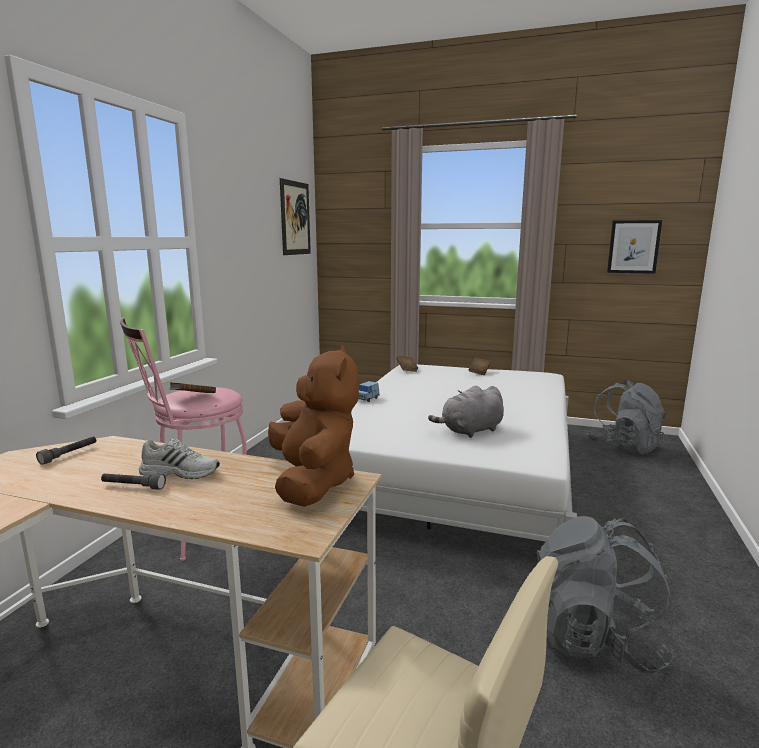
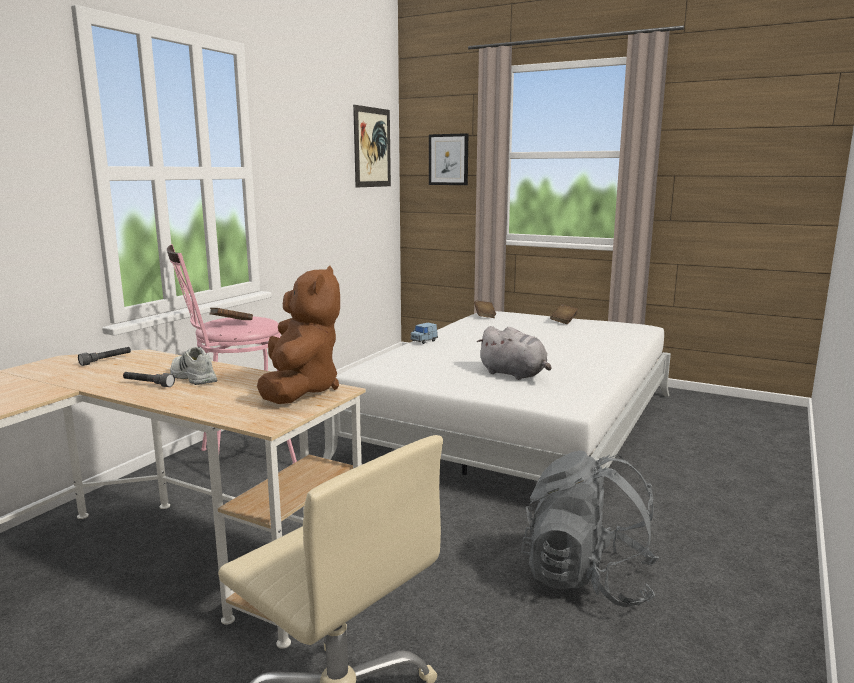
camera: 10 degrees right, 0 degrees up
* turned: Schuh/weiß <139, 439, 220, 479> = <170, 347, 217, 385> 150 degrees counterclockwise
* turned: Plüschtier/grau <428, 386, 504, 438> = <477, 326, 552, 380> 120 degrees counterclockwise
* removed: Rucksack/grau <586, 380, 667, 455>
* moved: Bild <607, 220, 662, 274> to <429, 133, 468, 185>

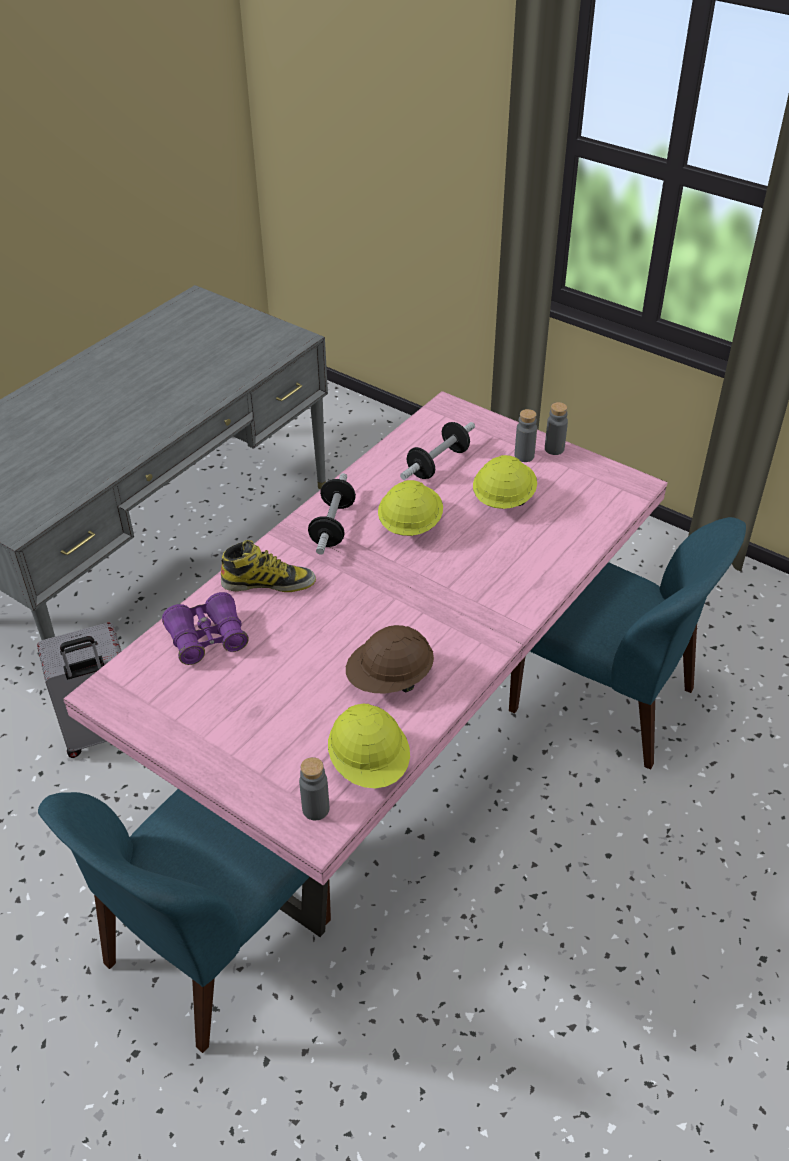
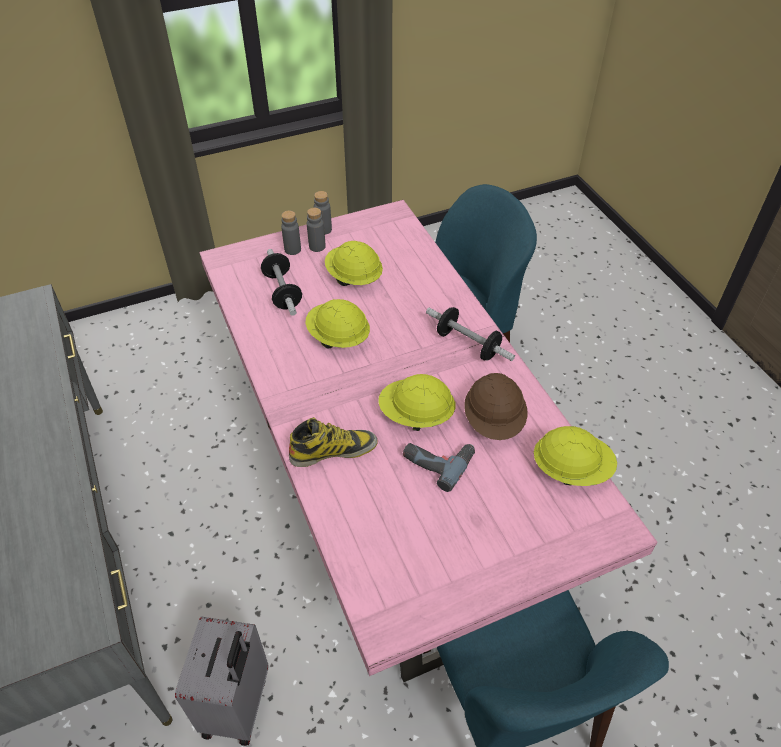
camera: 60 degrees left, 5 degrees up
* removed: Fernglas/lila <162, 592, 248, 665>
* turned: Stiefel <221, 540, 316, 592> = <289, 417, 378, 467> 45 degrees clockwise
* moved: Flasche/grau <299, 757, 329, 820> to <281, 210, 301, 255>
* moved: Hantel <308, 473, 356, 555> to <426, 307, 515, 361>
* added: Schutzhelm/gelb <378, 374, 456, 431>
* added: Bohrmaschine <403, 443, 475, 492>

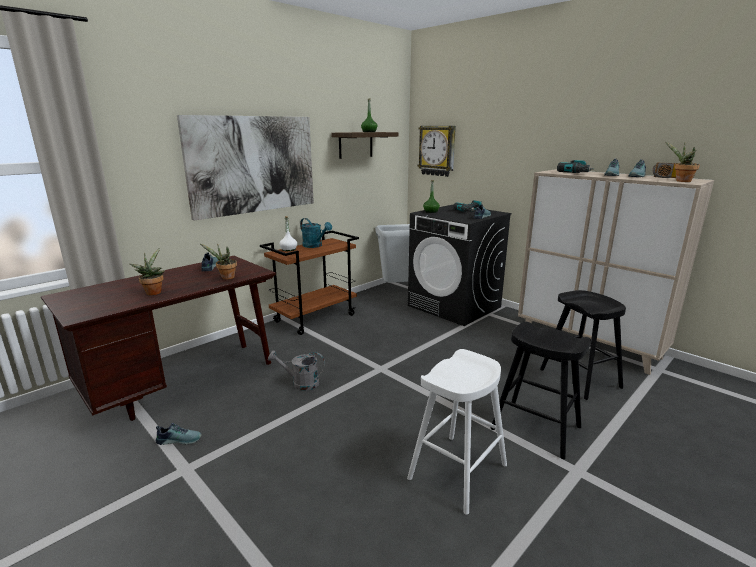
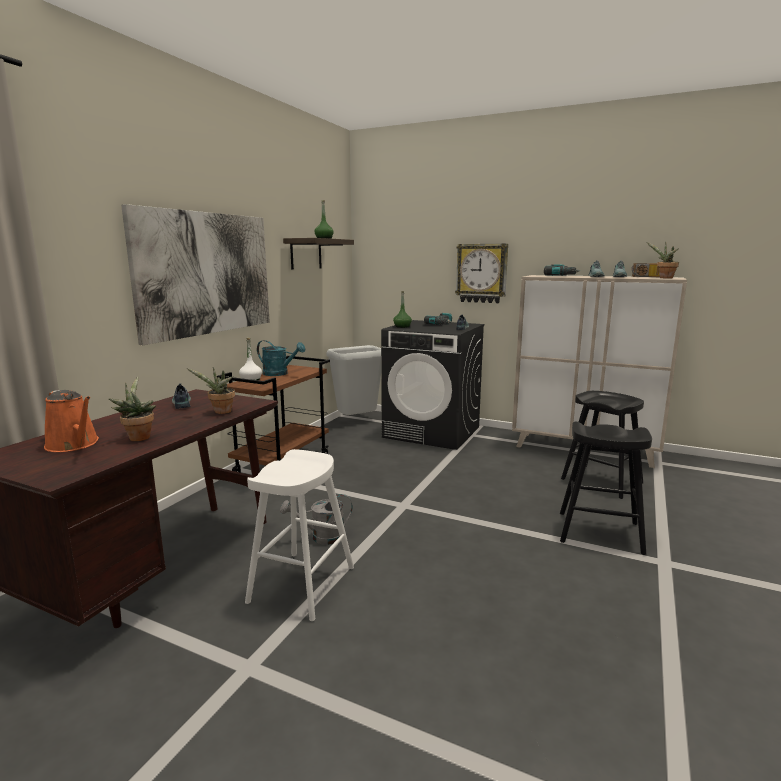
camera: 20 degrees left, 5 degrees down
* removed: Schuh <156, 423, 202, 445>
* moved: Hocker/weiß <407, 349, 507, 515> to <245, 449, 354, 621>
* moved: Wanduhr <417, 126, 456, 177> to <455, 244, 508, 303>
* added: Gießkanne/orange <44, 390, 99, 452>

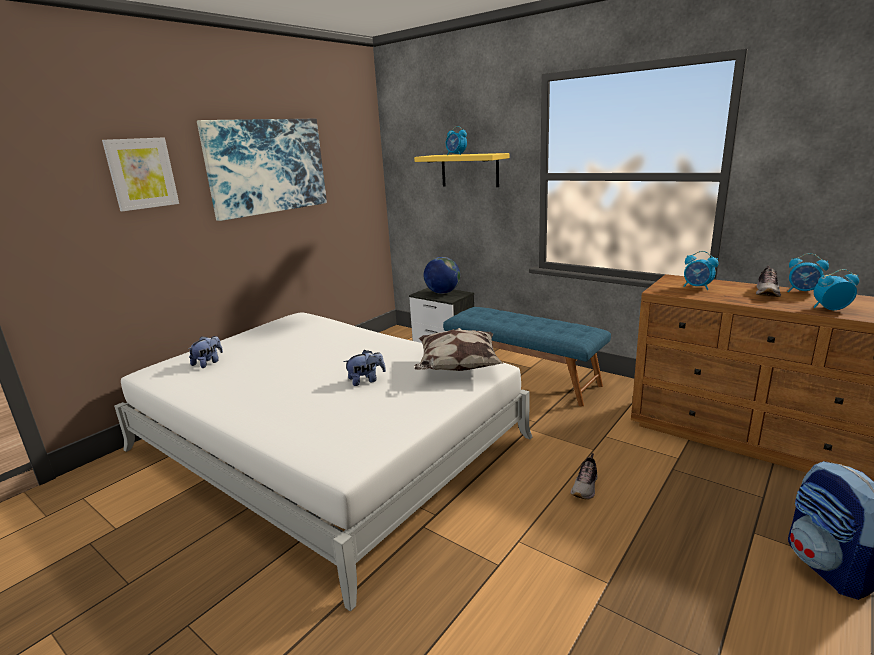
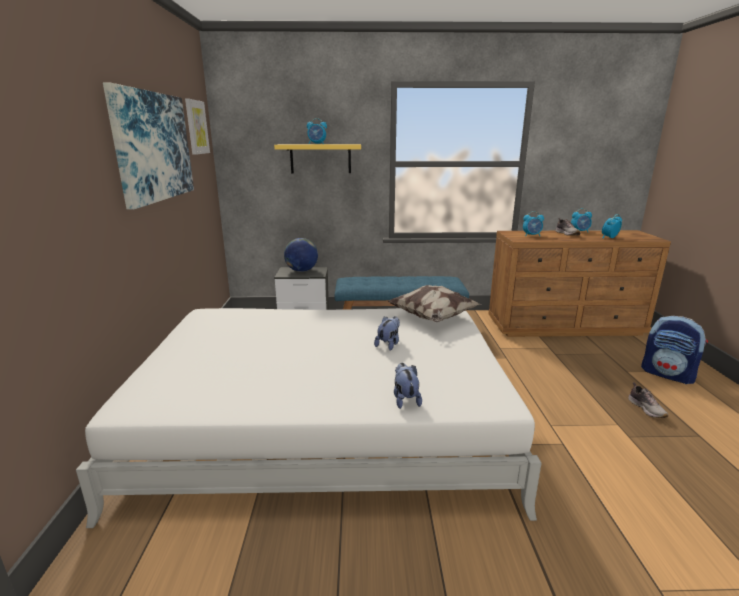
camera: 40 degrees left, 0 degrees up
* moved: Bild <102, 137, 179, 211> to <185, 98, 210, 155>
* moved: Plüschtier <188, 336, 223, 368> to <394, 363, 422, 409>
* moved: Schuh <571, 453, 598, 499> to <628, 382, 668, 418>

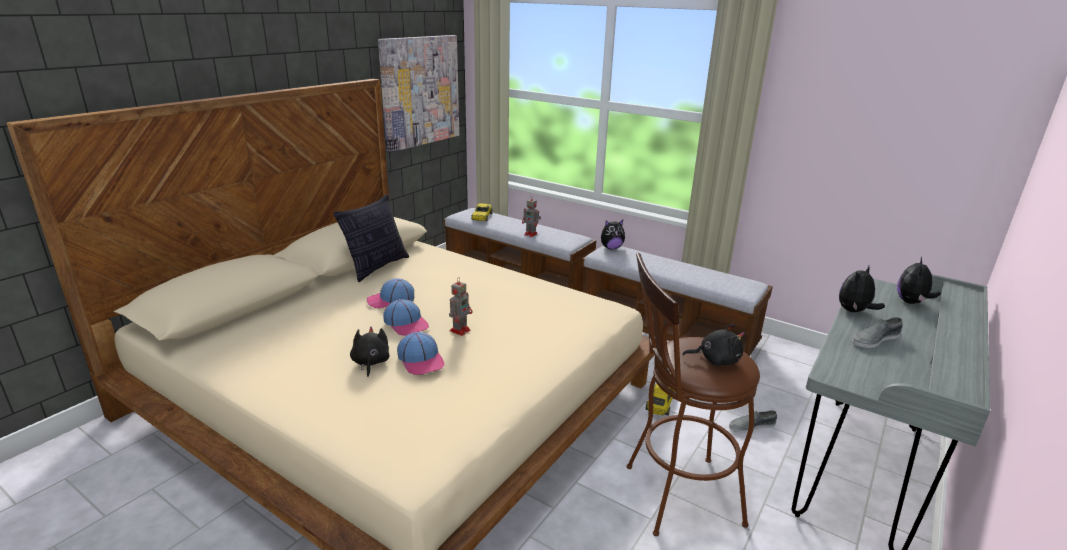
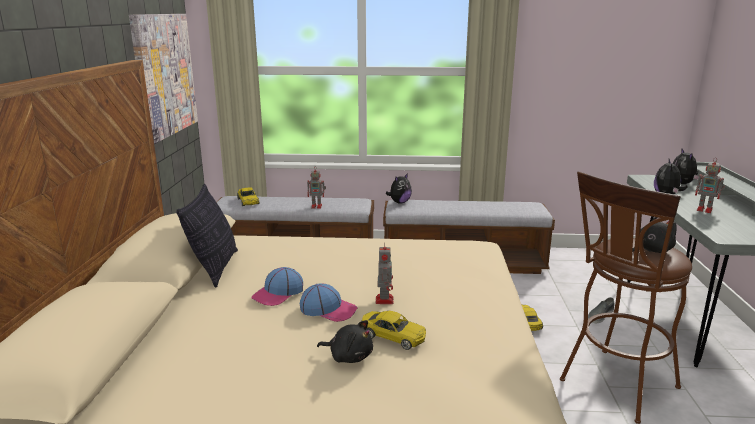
camera: 30 degrees left, 5 degrees down
* turned: Plüschtier/schwarz <350, 327, 390, 377> = <317, 320, 373, 363> 150 degrees clockwise
* replaced: Kappe <397, 332, 444, 375> to Spielzeugauto/gelb <362, 311, 426, 350>
* replaced: Schuh/grau <852, 317, 902, 348> to Spielzeugroboter <695, 158, 725, 213>

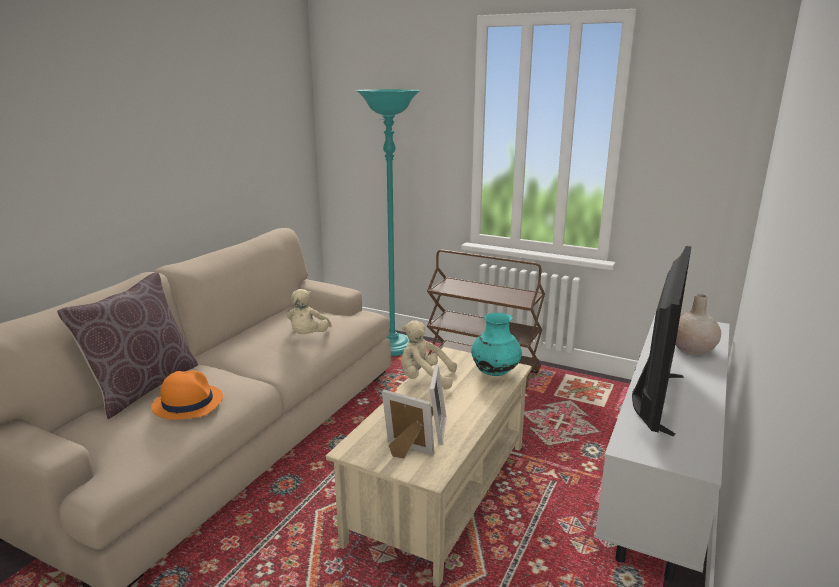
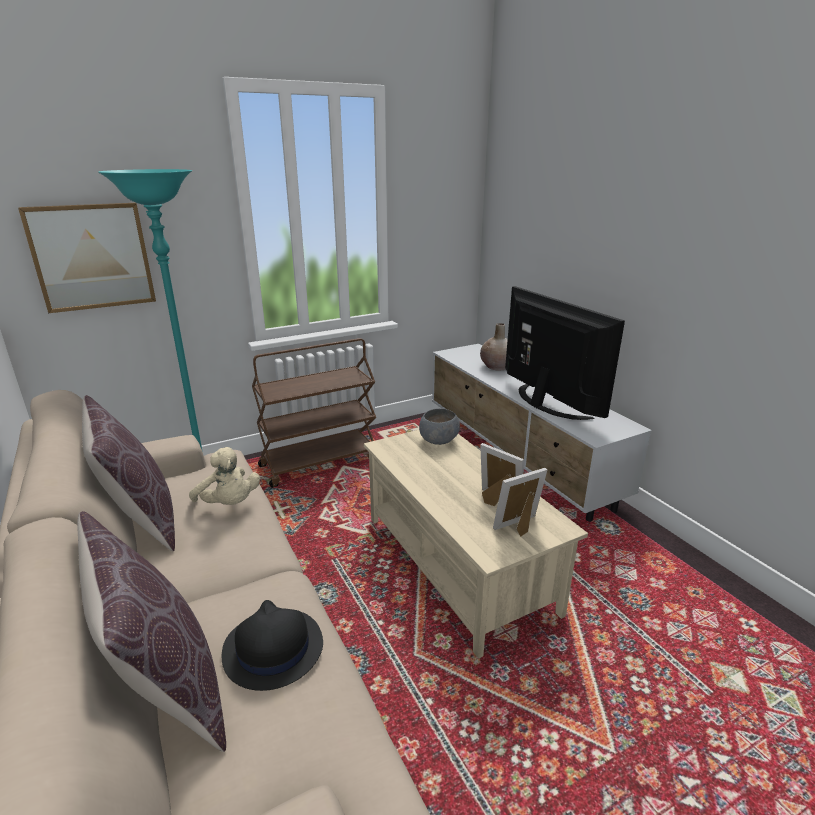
camera: 55 degrees left, 5 degrees up
* recoloured: Hut/orange <151, 370, 223, 420> to Hut/schwarz <222, 600, 323, 691>
* removed: Plüschtier/beige <401, 320, 457, 389>
* replaced: Vase/türkis <471, 313, 522, 376> to Schüssel/grau <419, 408, 460, 445>
* added: Bild <18, 203, 156, 313>
* added: Kissen/braun <82, 395, 175, 551>

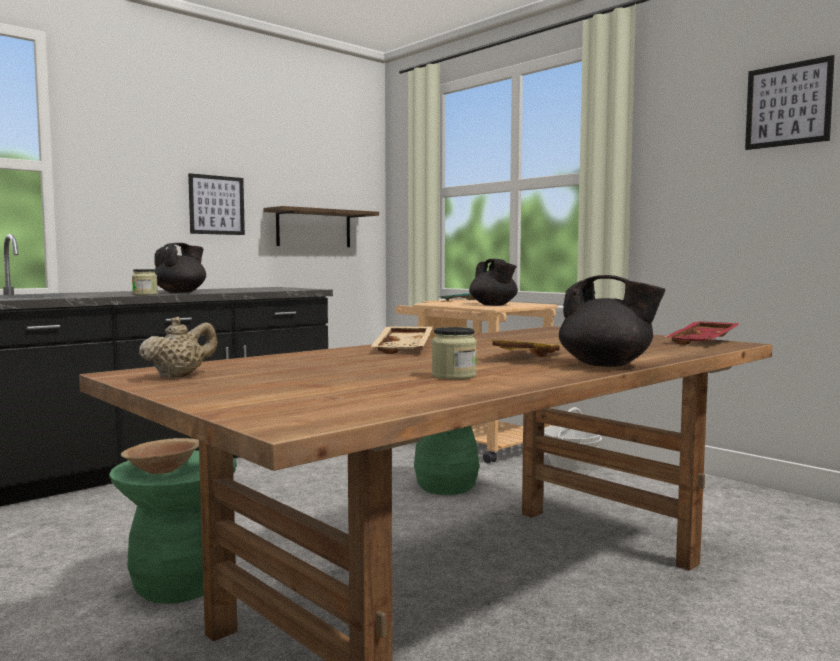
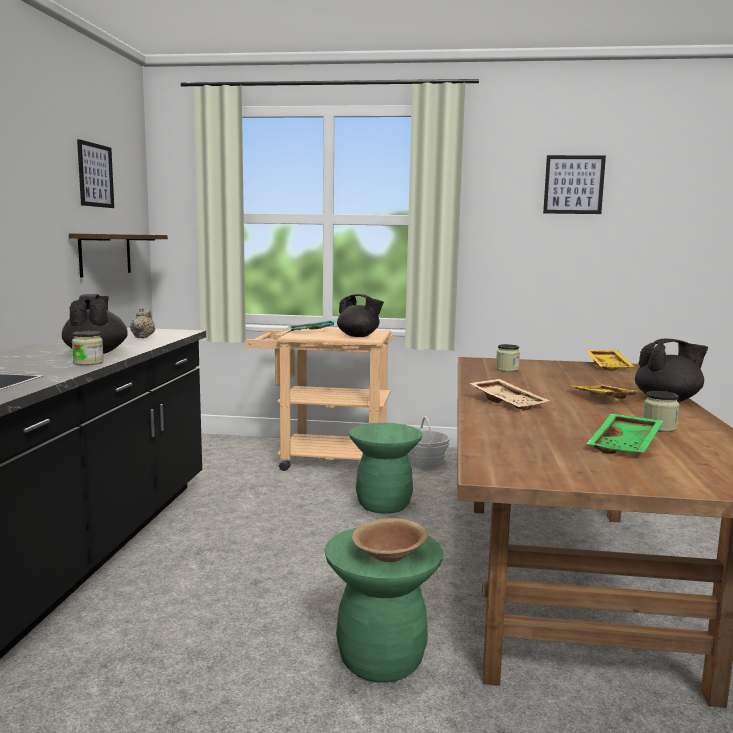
camera: 40 degrees left, 5 degrees up
* moved: Teekanne/beige <139, 317, 218, 378> to <130, 307, 155, 338>
* moved: Bild <188, 173, 245, 235> to <77, 139, 114, 208>
* recoloured: Tablett/rot <665, 321, 741, 345> to Tablett/gelb <586, 350, 634, 371>
* added: Vorratsglas <496, 344, 520, 372>
* added: Tablett/grün <587, 414, 663, 454>

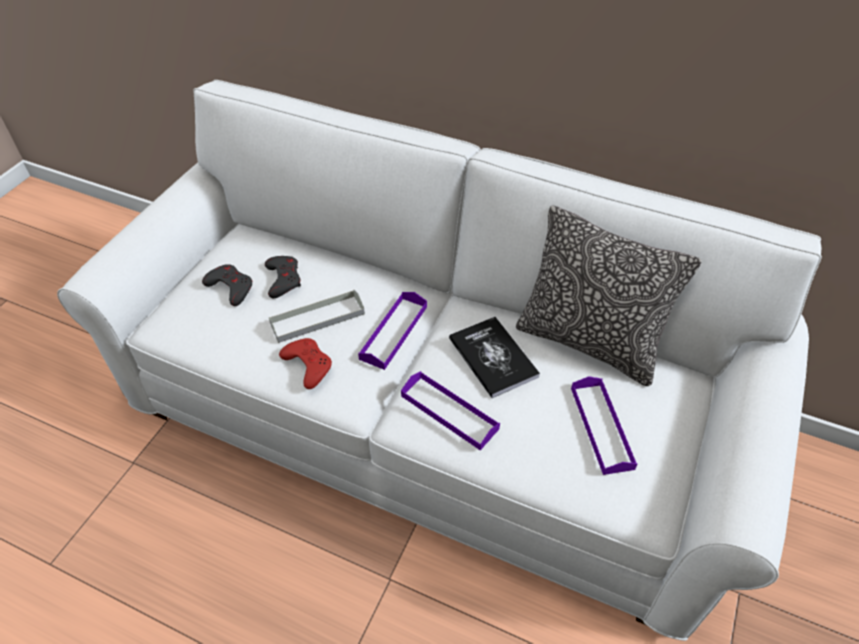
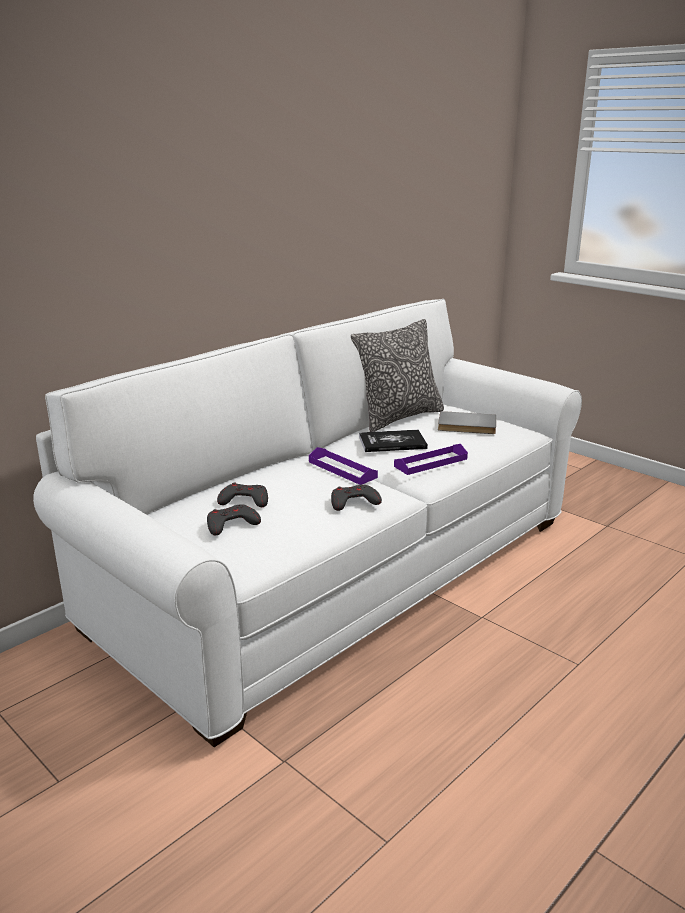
camera: 70 degrees left, 25 degrees down
* removed: Tablett/grau <269, 290, 365, 343>
* recoloured: Gamepad/rot <279, 338, 332, 389> to Gamepad/grau <331, 485, 382, 511>
* replaced: Tablett/lila <571, 376, 637, 475> to Buch/grau <438, 411, 496, 434>

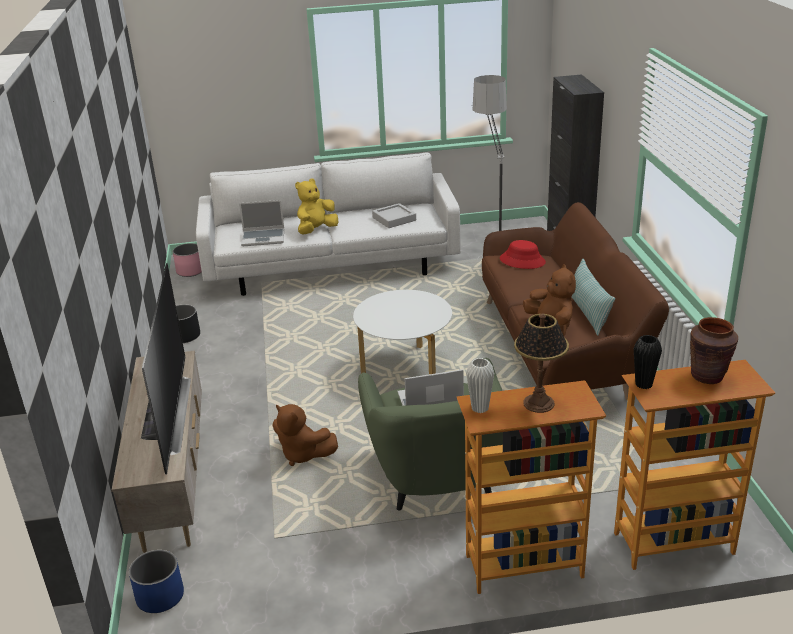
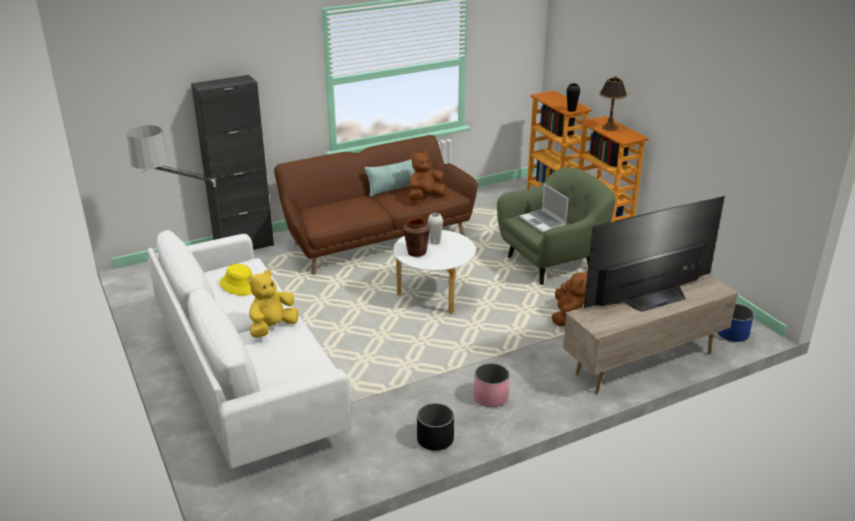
camera: 110 degrees left, 0 degrees up
* moved: Pflanzkübel/rosa <173, 243, 202, 277> to <474, 363, 509, 407>
* removed: Laptop <239, 200, 284, 246>
* turned: Plüschtier/gelb <295, 179, 338, 235> = <247, 270, 298, 338> 105 degrees clockwise
* replaced: Tablett/grau <372, 203, 416, 228> to Hut/gelb <220, 264, 253, 295>
* moved: Vase/weiß <466, 358, 494, 413> to <428, 213, 443, 245>
* removed: Hut/rot <500, 240, 546, 269>
* moved: Vase/braun <690, 317, 738, 384> to <403, 217, 430, 257>

